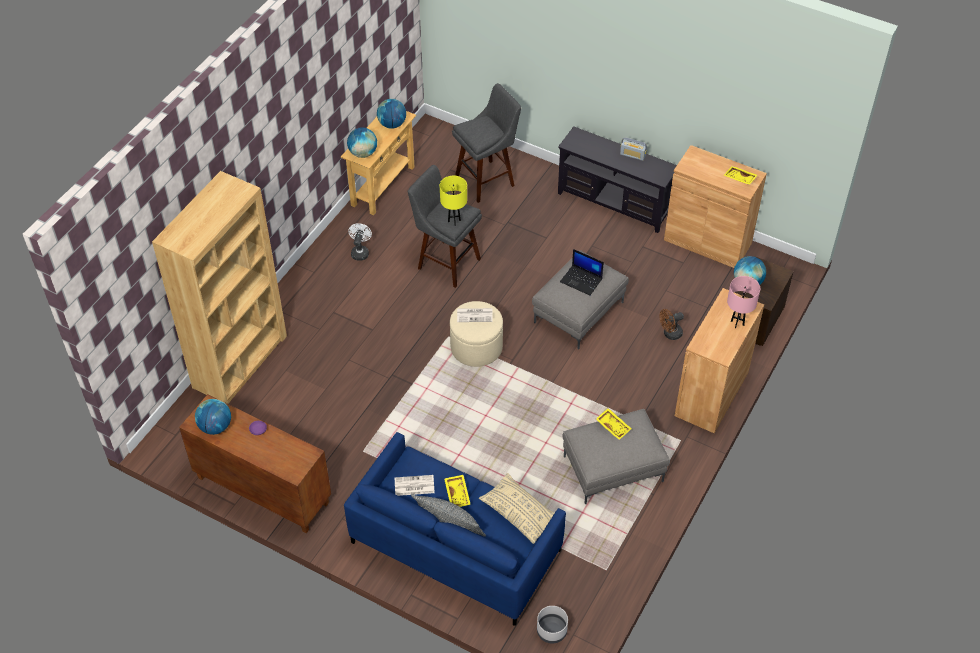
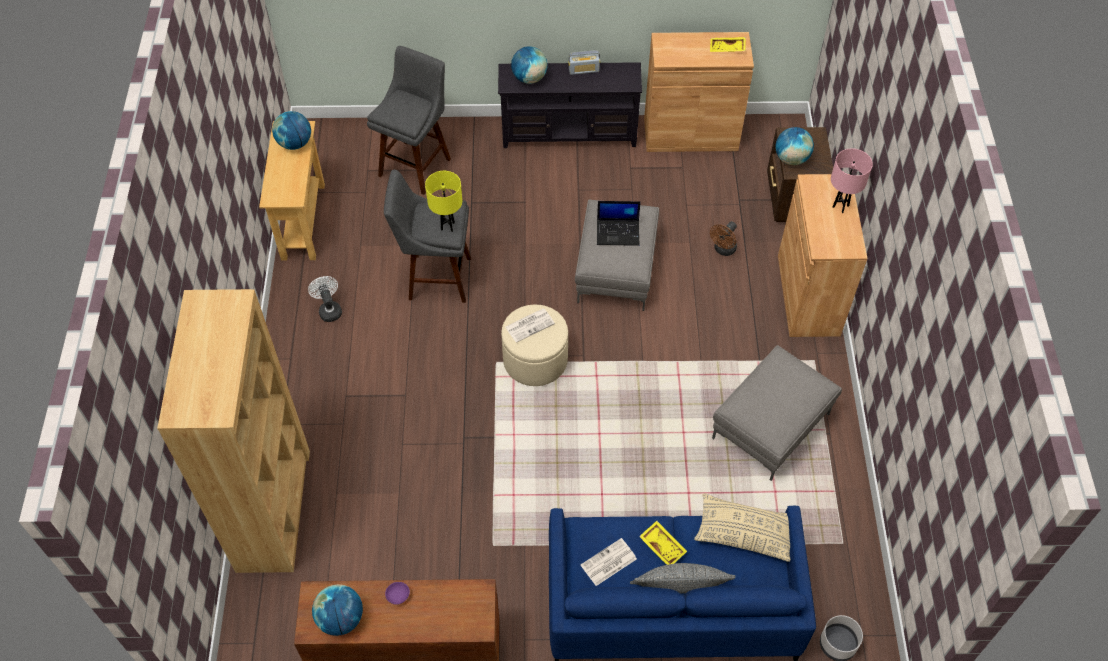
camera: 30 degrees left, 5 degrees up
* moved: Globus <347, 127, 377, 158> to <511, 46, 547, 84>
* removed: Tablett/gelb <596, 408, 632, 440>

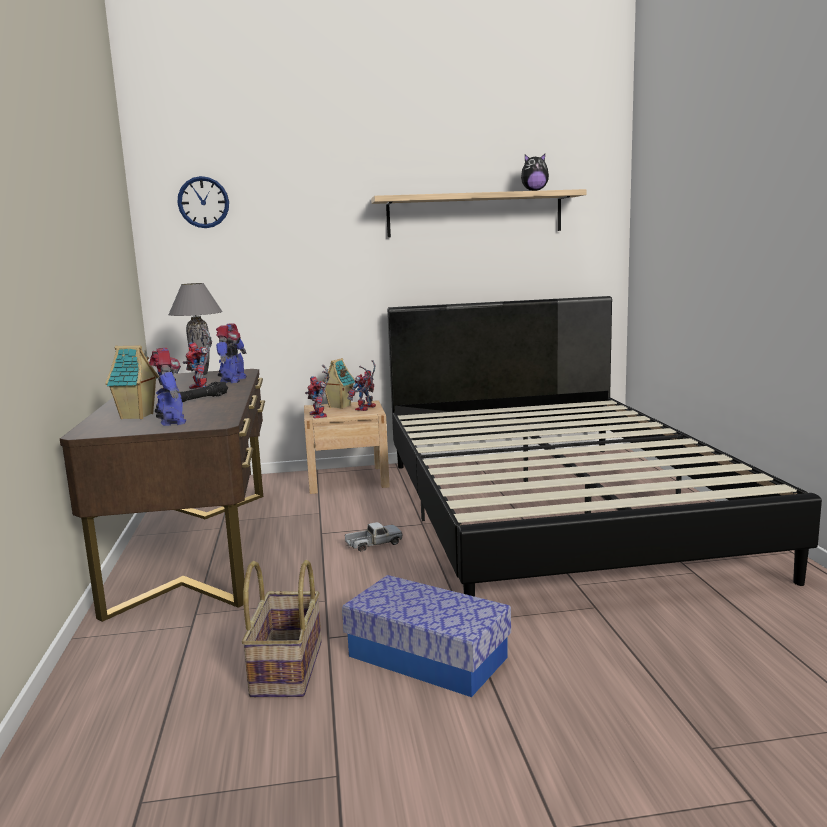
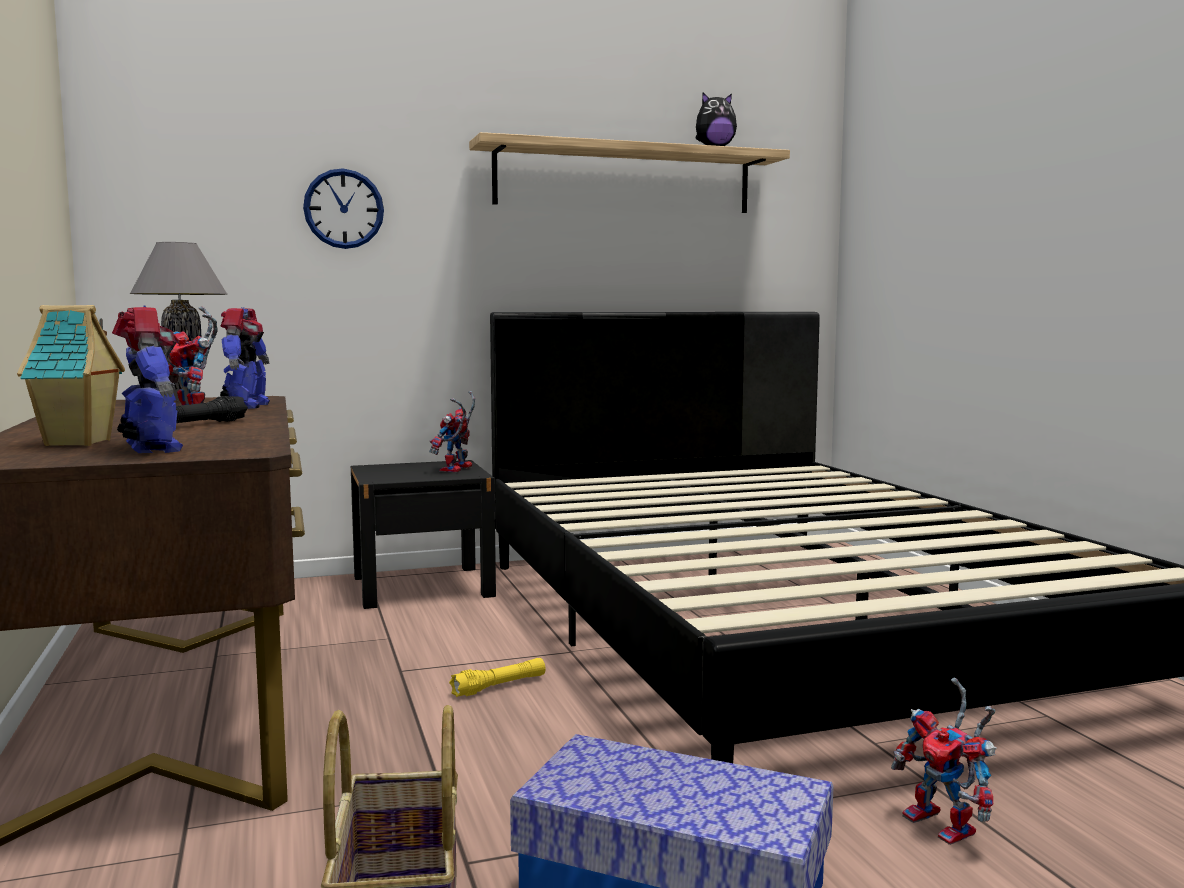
camera: 10 degrees left, 5 degrees down
* moved: Wanduhr <178, 176, 229, 228> to <303, 168, 384, 249>
* recoloured: Nachttisch/beige <304, 400, 390, 494> to Nachttisch/schwarz <351, 460, 496, 609>
* moved: Spielzeugroboter <305, 365, 329, 419> to <891, 677, 997, 845>
* removed: Spielzeughaus <322, 358, 355, 409>
* replaced: Spielzeuglaster <345, 522, 403, 551> to Taschenlampe/gelb <449, 658, 545, 697>

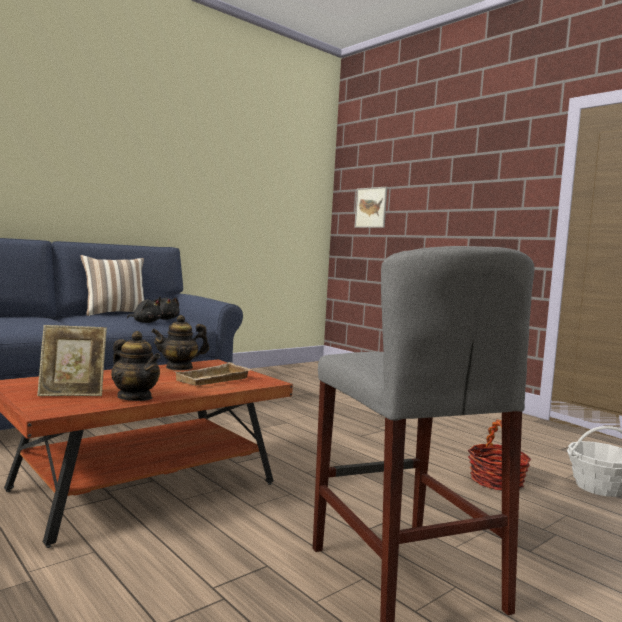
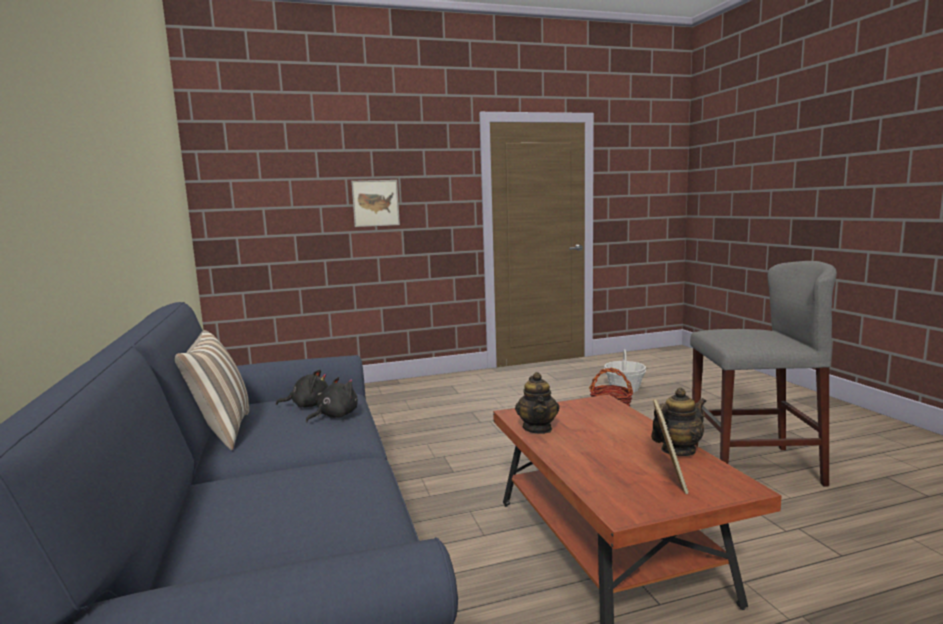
camera: 65 degrees left, 5 degrees up
* removed: Tablett/beige <174, 362, 253, 386>
* moved: Bild <354, 187, 387, 228> to <351, 180, 400, 227>

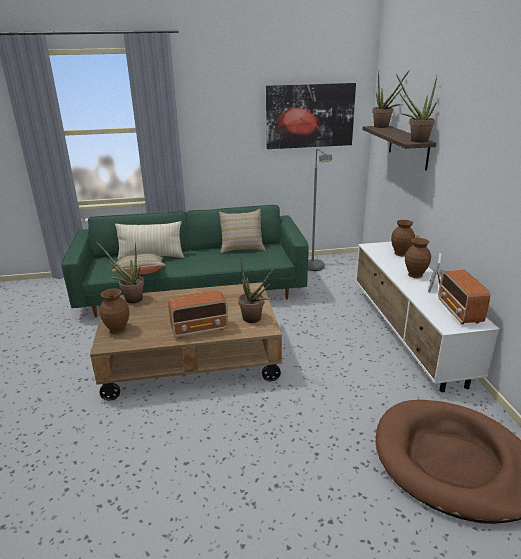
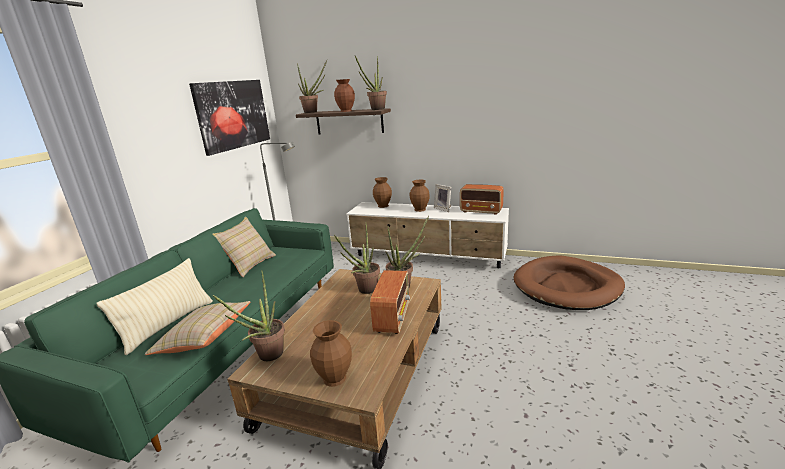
camera: 60 degrees left, 5 degrees down
* added: Vase/braun <334, 79, 355, 112>
* added: Topfpflanze <334, 224, 380, 294>

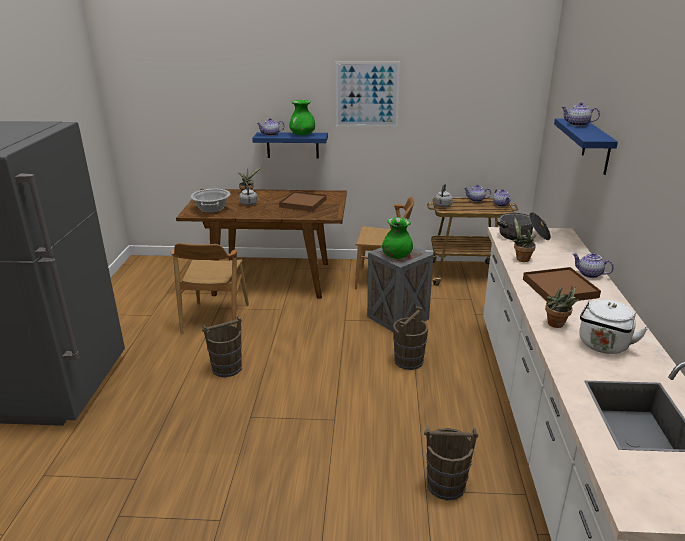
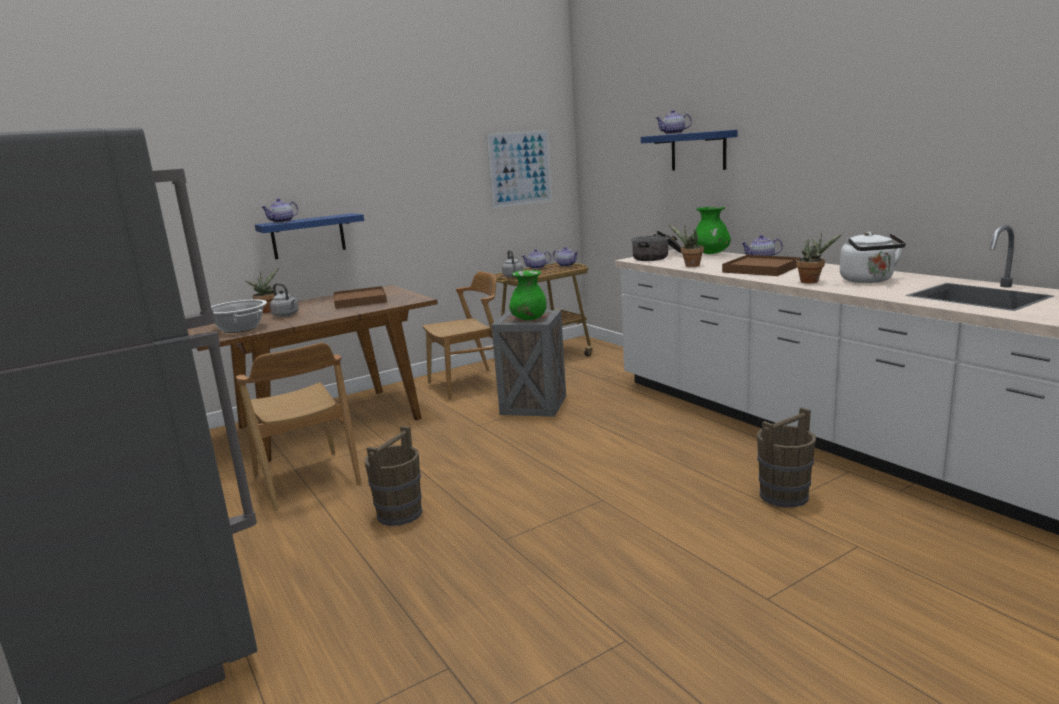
camera: 35 degrees left, 10 degrees down
* moved: Vase/grün <289, 100, 315, 135> to <693, 206, 731, 254>
* moved: Bild <335, 62, 400, 127> to <486, 130, 552, 208>
* removed: Eimer/braun <393, 306, 428, 370>

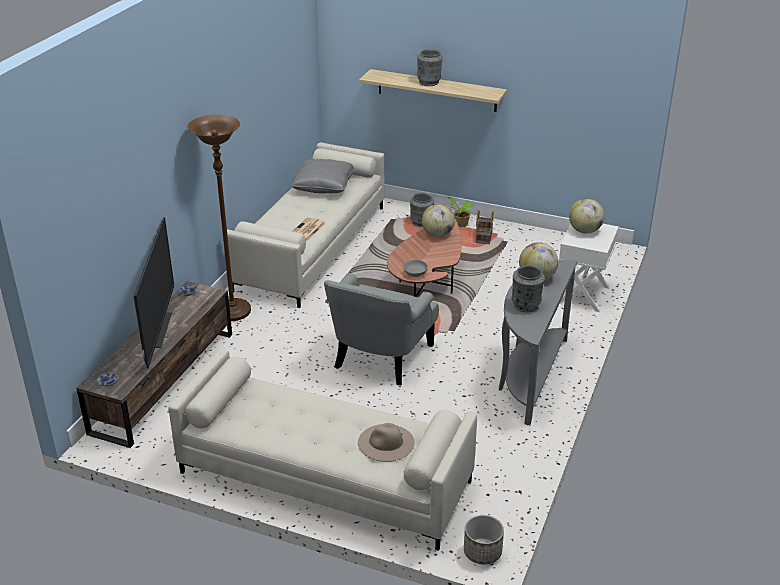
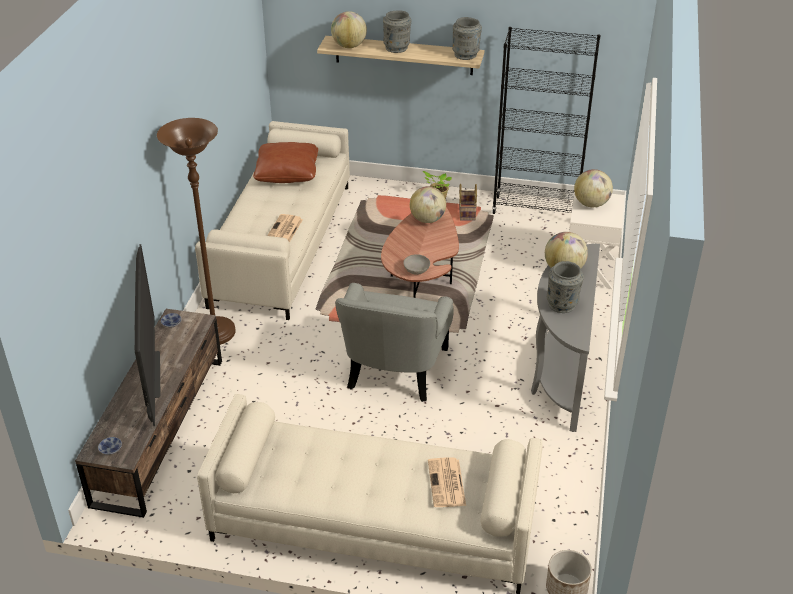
camera: 10 degrees left, 5 degrees up
* recoloured: Kissen/grau <291, 159, 354, 193> to Kissen/braun <253, 142, 318, 183>
* replaced: Hut/beige <358, 423, 414, 462> to Zeitung <428, 458, 466, 507>
* moved: Vase/grau <410, 193, 434, 227> to <452, 17, 482, 60>
* added: Globus <331, 11, 367, 48>
* added: Bücherregal/schwarz <492, 27, 601, 214>

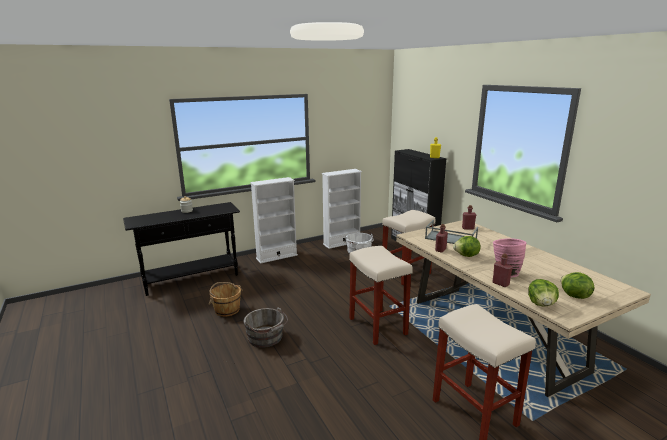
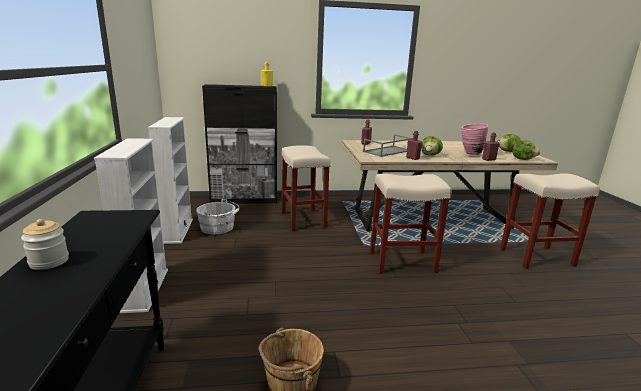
camera: 70 degrees left, 0 degrees up
* removed: Eimer/grau <244, 307, 288, 348>

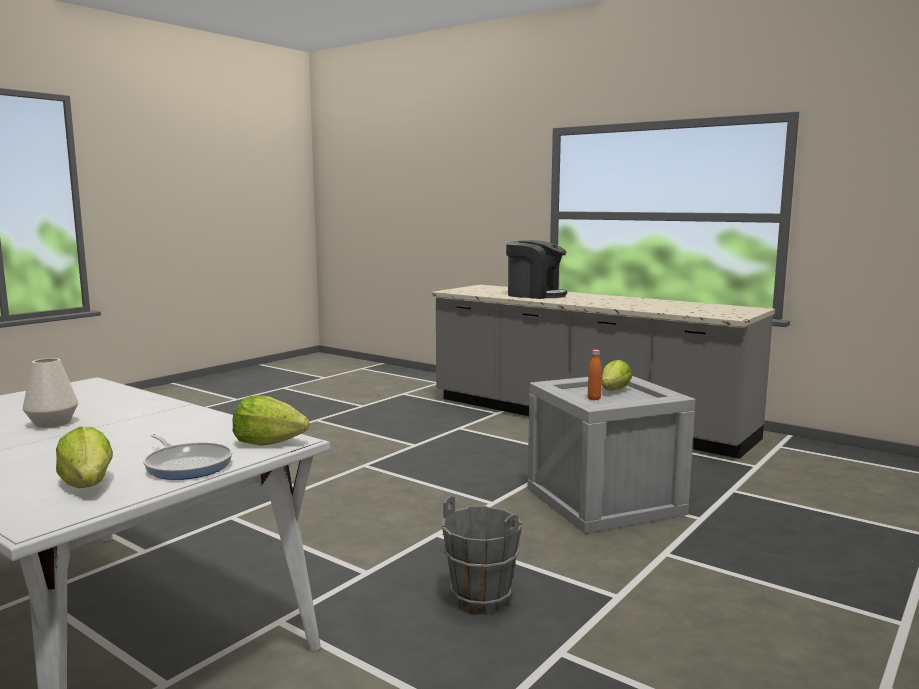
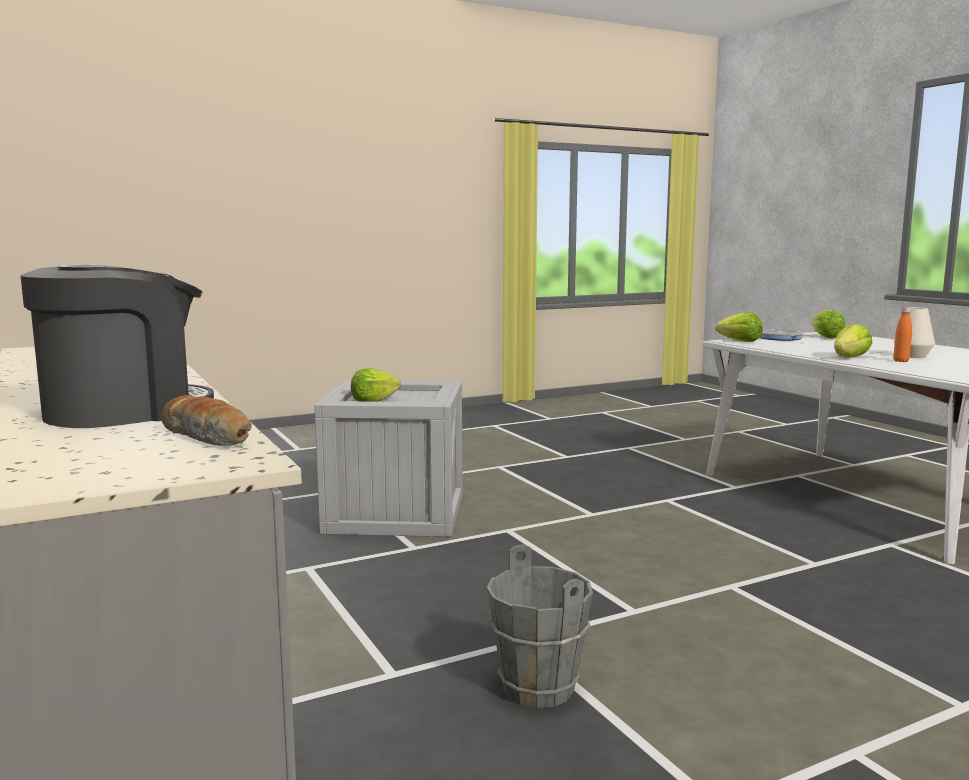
camera: 155 degrees left, 0 degrees up
* moved: Eimer/grau <442, 496, 522, 615> to <487, 544, 593, 708>
* turned: Kaffeemaschine <506, 240, 567, 299> = <20, 265, 214, 428> 90 degrees clockwise
* moved: Flasche/orange <588, 350, 602, 400> to <893, 307, 912, 362>
* added: Brot <161, 395, 252, 446>
* added: Salatkopf <834, 324, 872, 357>

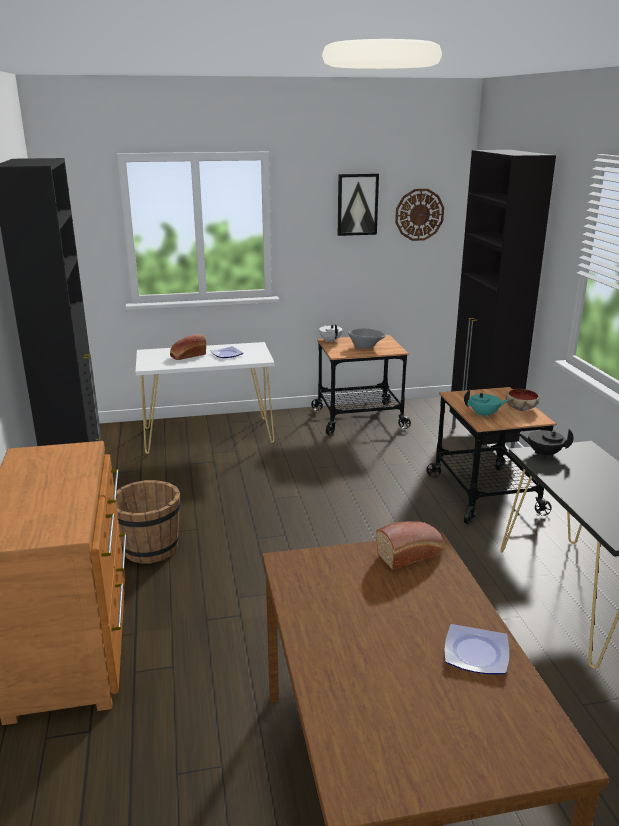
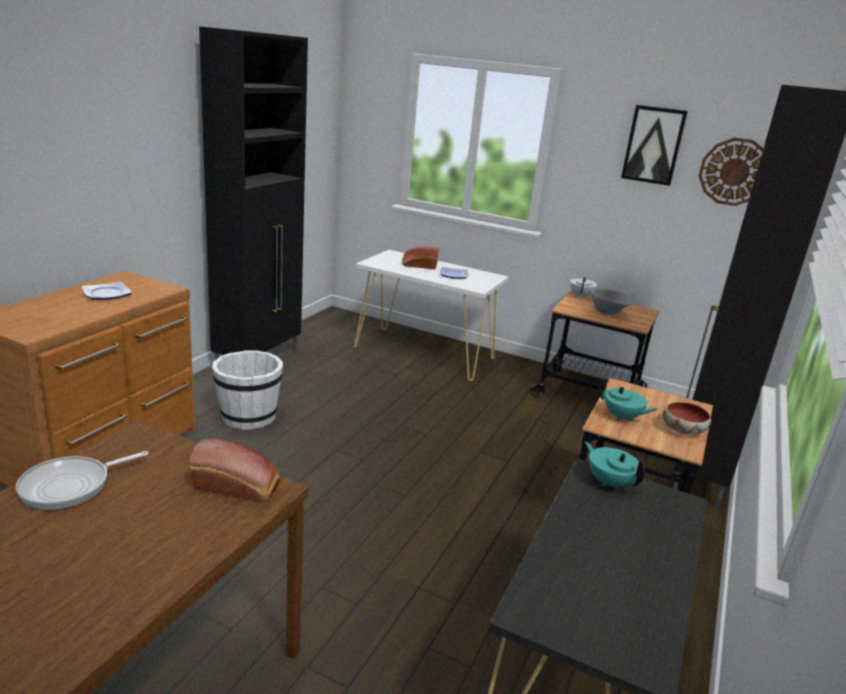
camera: 35 degrees right, 0 degrees up
* recoloured: Eimer/braun <116, 480, 180, 564> to Eimer/weiß <212, 351, 283, 430>
* moved: Teller <444, 624, 509, 674> to <82, 282, 132, 300>
* recoloured: Teekanne/schwarz <518, 429, 574, 458> to Teekanne/türkis <585, 442, 645, 489>
* added: Pfanne <16, 451, 149, 510>

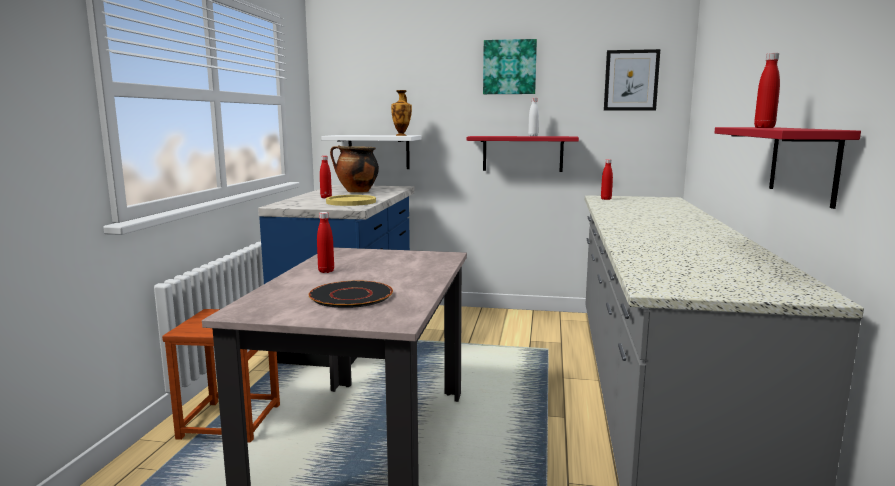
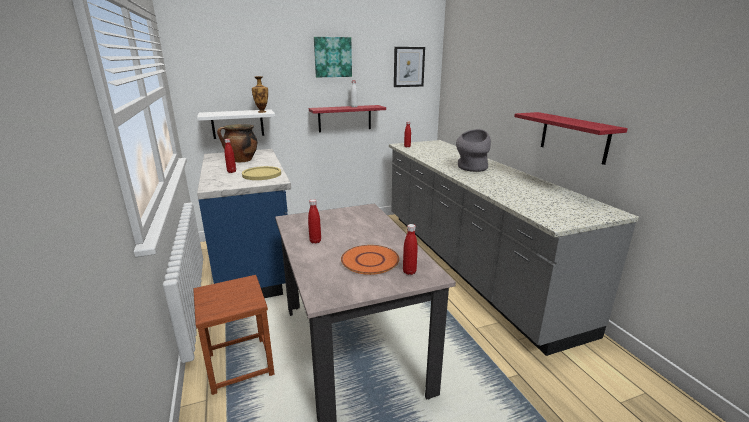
camera: 30 degrees left, 10 degrees up
* recoloured: Teller/schwarz <309, 281, 393, 308> to Teller/orange <341, 245, 399, 275>
* moved: Flasche/rot <754, 53, 780, 128> to <403, 224, 418, 275>
* added: Vase/grau <456, 129, 491, 172>

